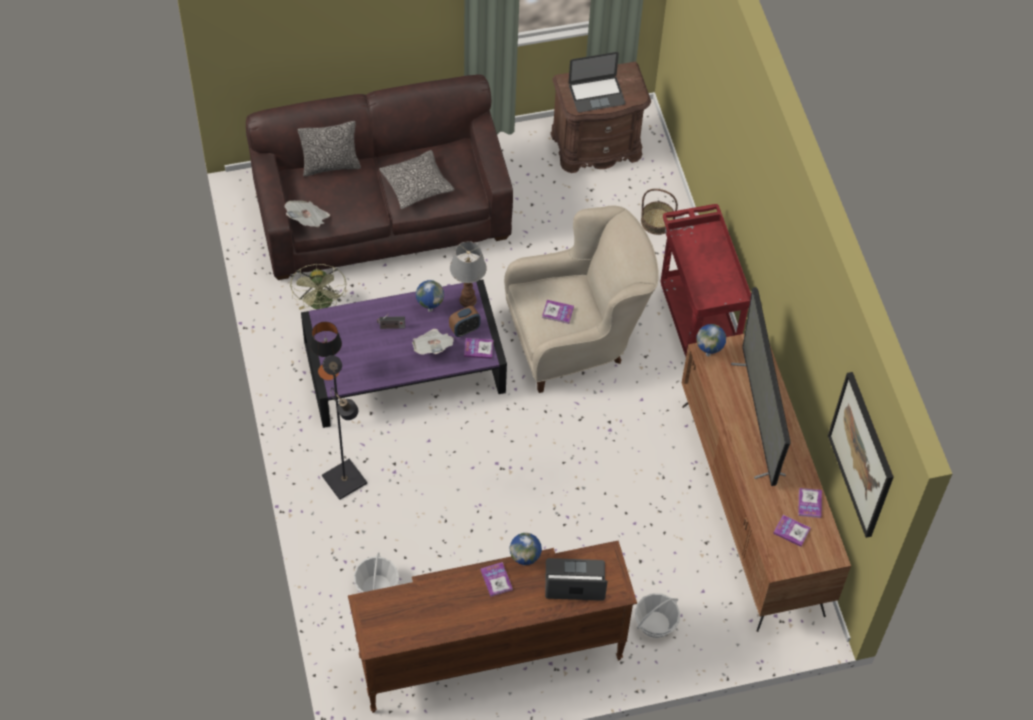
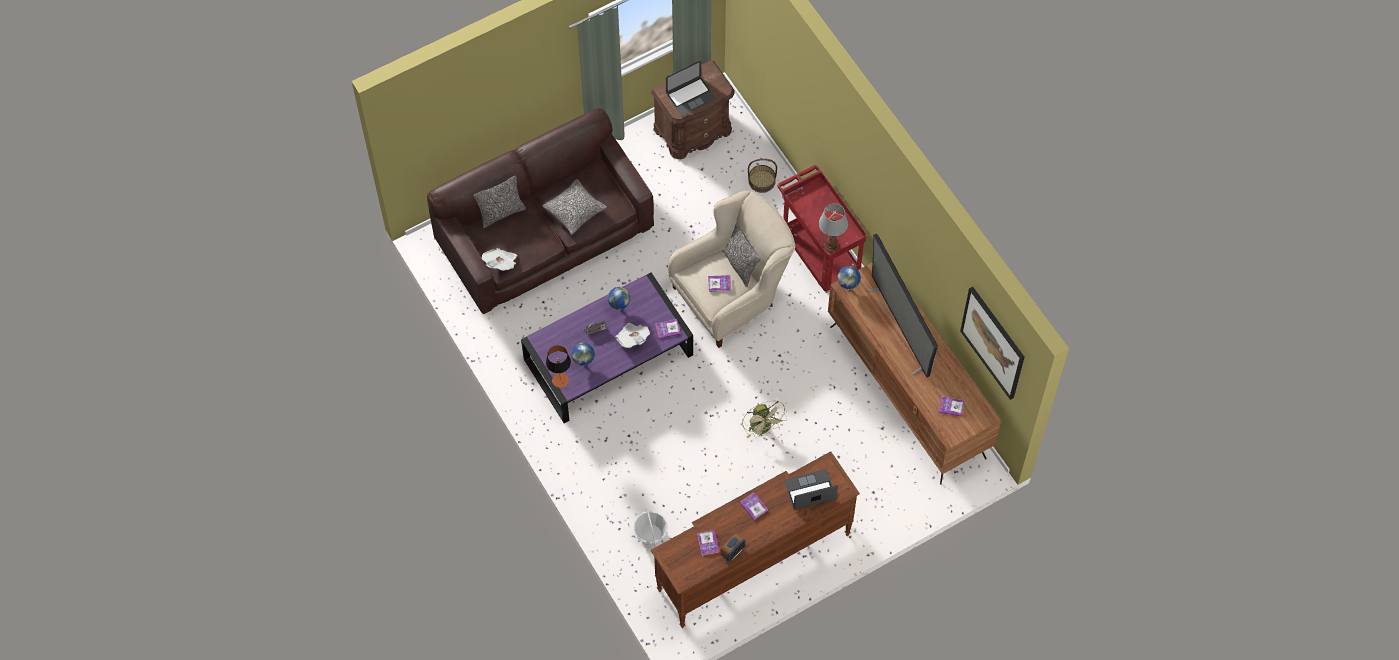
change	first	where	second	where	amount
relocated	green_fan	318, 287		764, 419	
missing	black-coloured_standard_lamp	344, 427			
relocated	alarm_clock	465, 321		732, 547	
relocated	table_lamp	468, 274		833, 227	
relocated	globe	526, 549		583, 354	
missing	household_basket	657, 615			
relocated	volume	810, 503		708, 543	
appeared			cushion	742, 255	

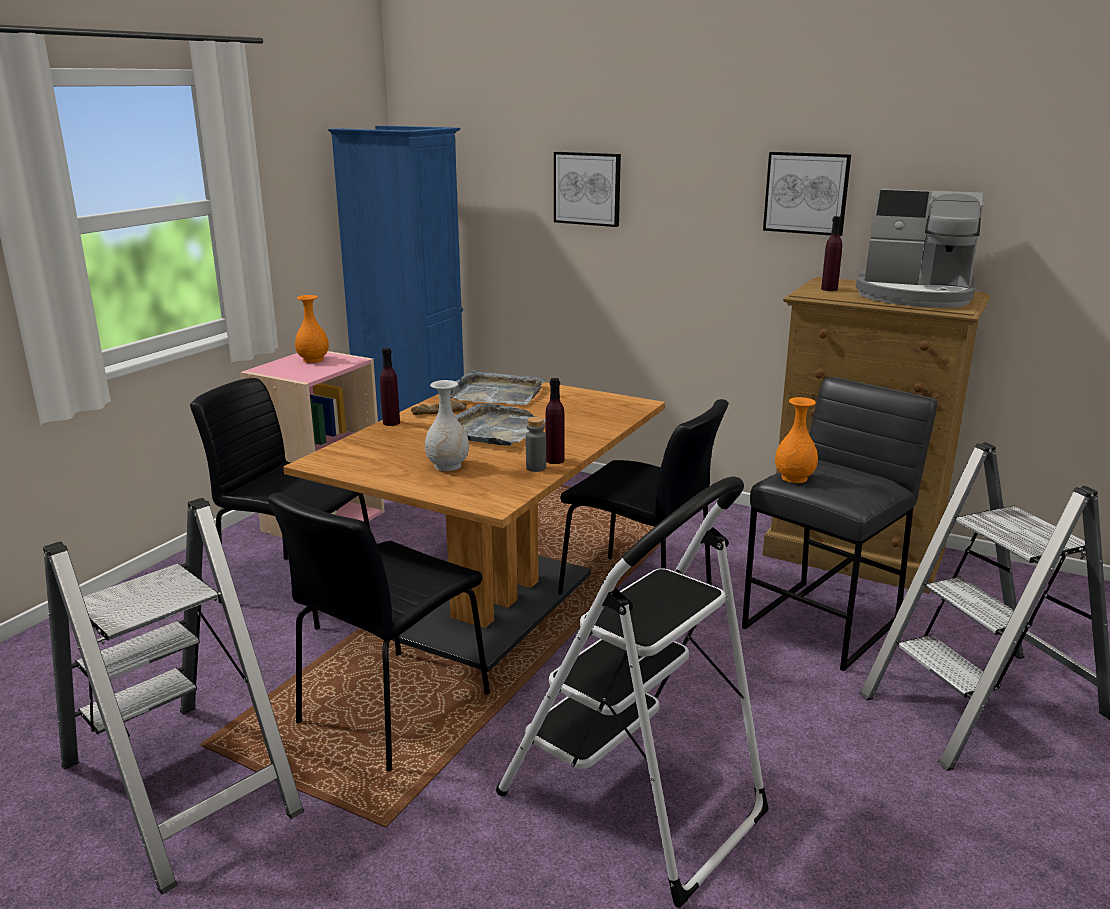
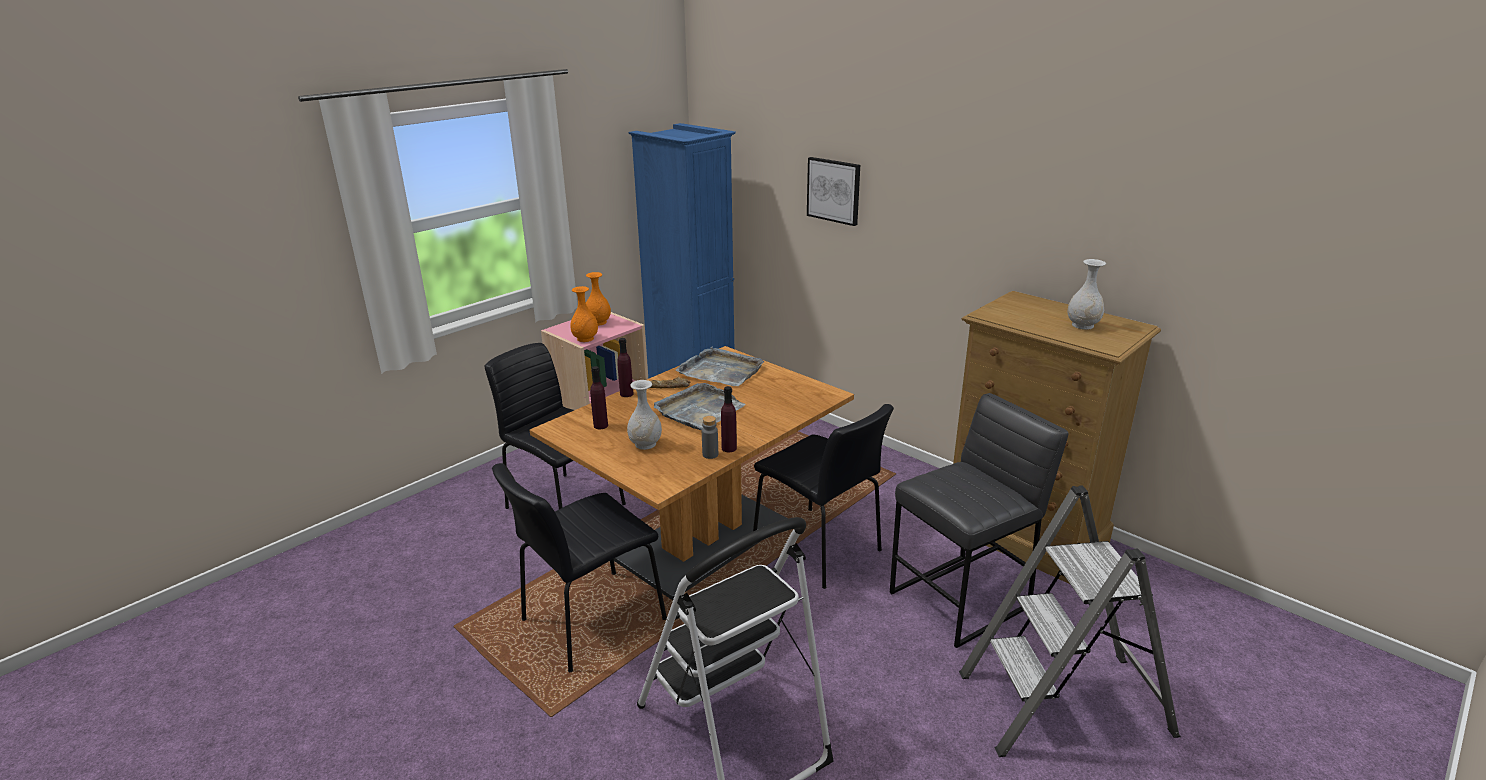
change	first	where	second	where	amount
missing	gray_step_stool	173, 696			
missing	wall_picture	807, 194			
relocated	orange-coloured_vase	796, 440		584, 314	
relocated	purplish_drink_bottle	831, 253		599, 397	
exchanged	coffee_machine	920, 248	whitish_vase	1087, 294	

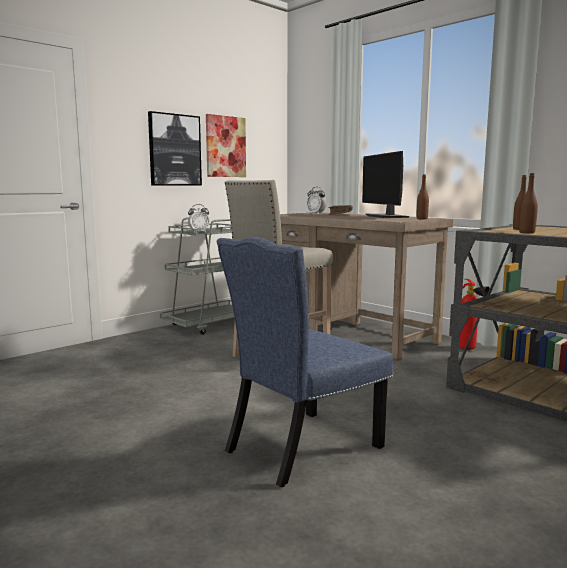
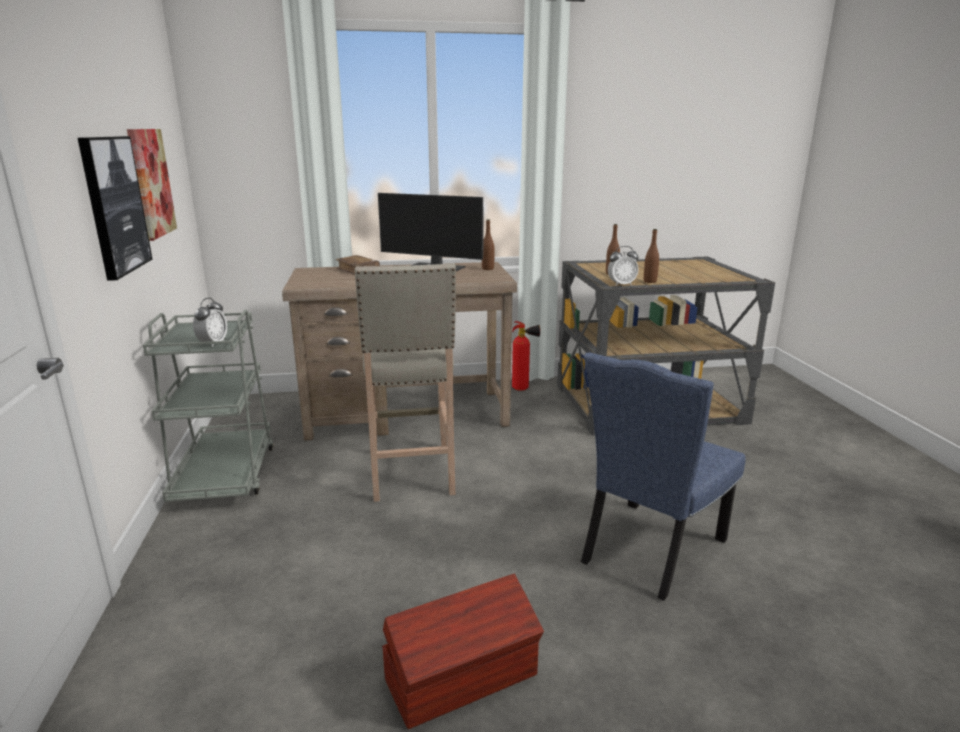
change	first	where	second	where	amount
spun	blue_upright_chair	305, 362		663, 476	45 degrees clockwise
relocated	alarm_clock	316, 200		623, 266	
appeared			brown-coloured_storage_box	463, 651	

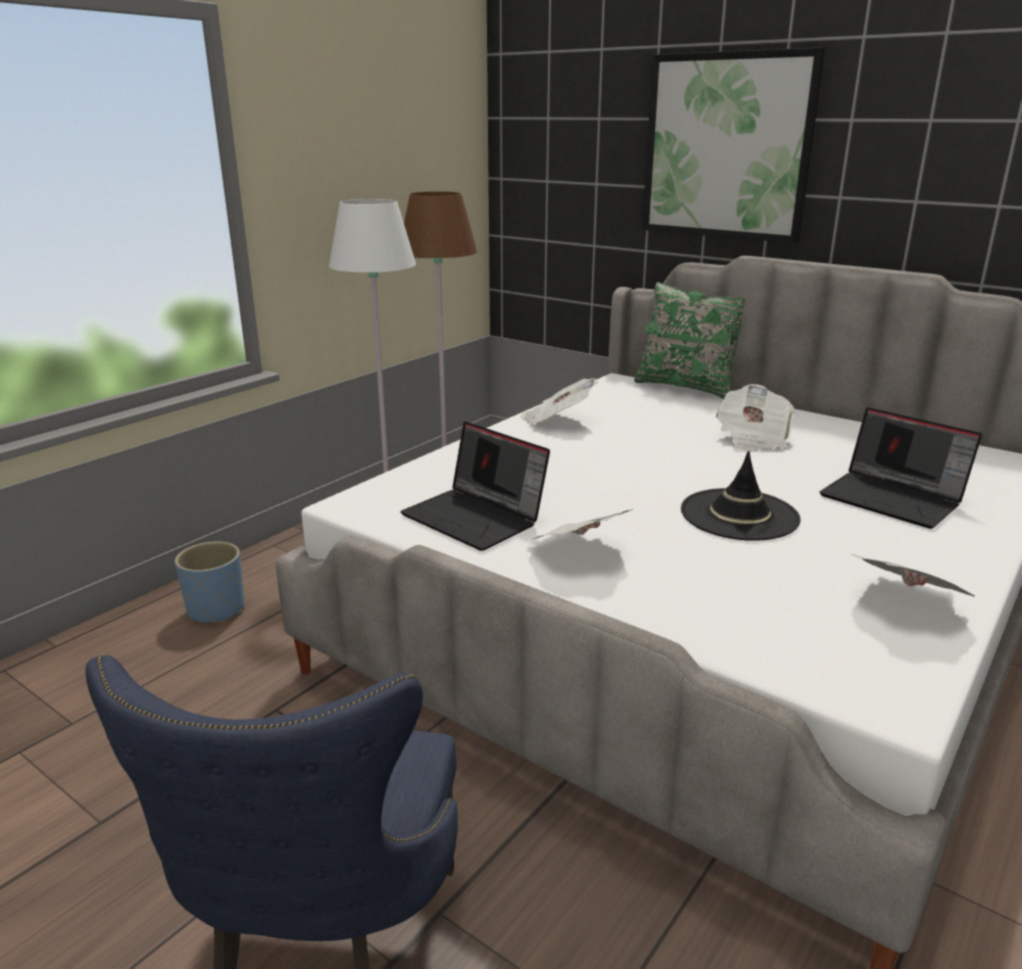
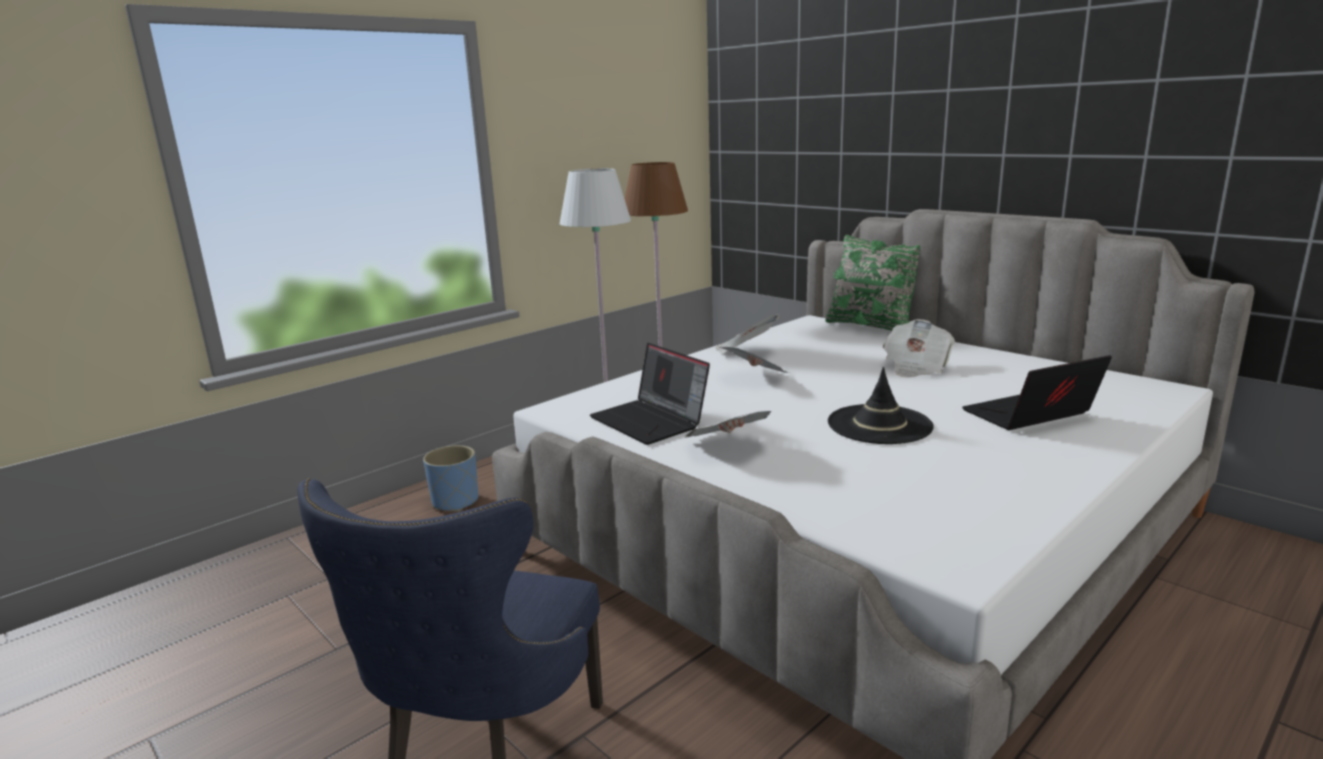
change	first	where	second	where	amount
missing	wall_picture	733, 145			
spun	laptop	900, 468		1037, 392	105 degrees clockwise
relocated	daily_paper	913, 575		754, 360	

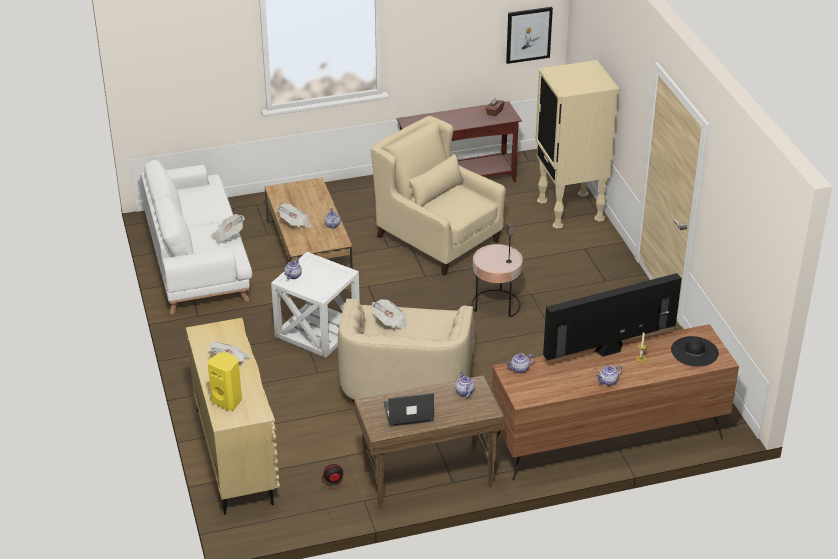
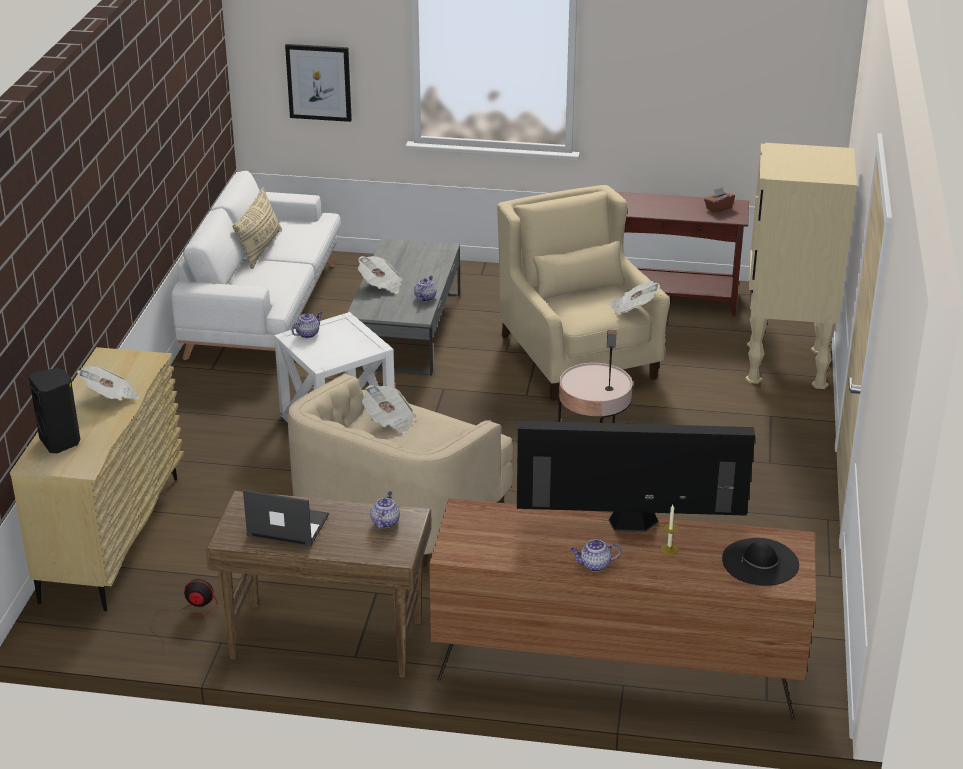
change	first	where	second	where	amount
colour	yellow-coloured_speaker	224, 381	black-coloured_speaker	54, 411	
relocated	daily_paper	227, 229		634, 297	
colour	brown-coloured_coffee_table	309, 223	gray_coffee_table	403, 307	
relocated	wall_picture	529, 35		318, 83	
missing	pot_for_tea	520, 363			
appeared			beige-coloured_cushion	257, 228	

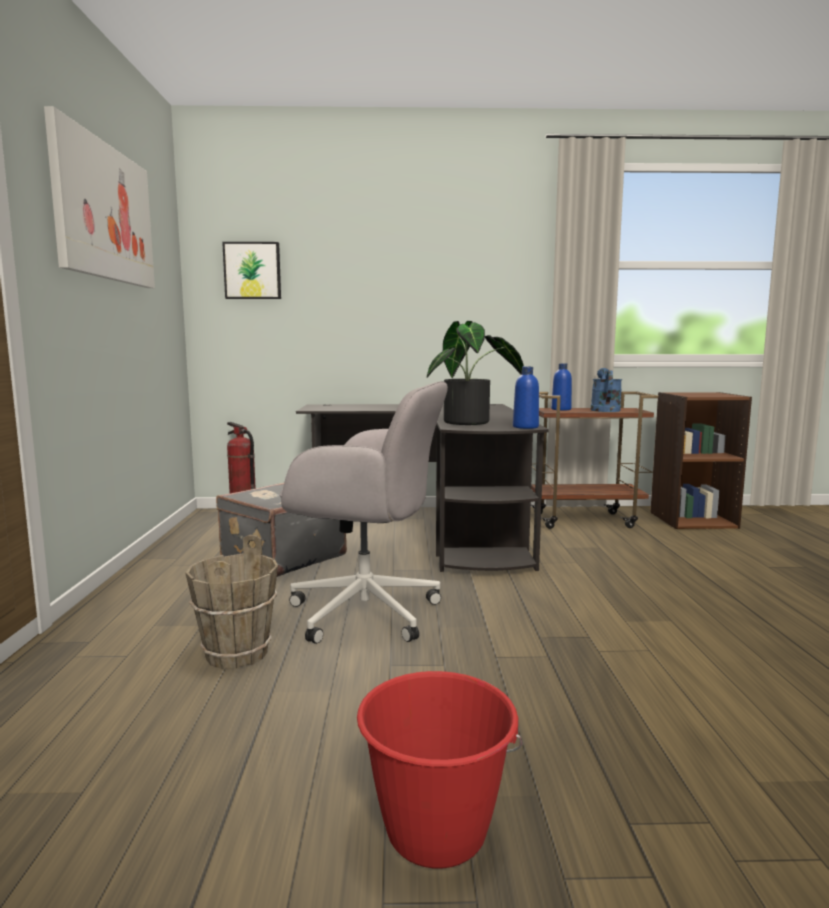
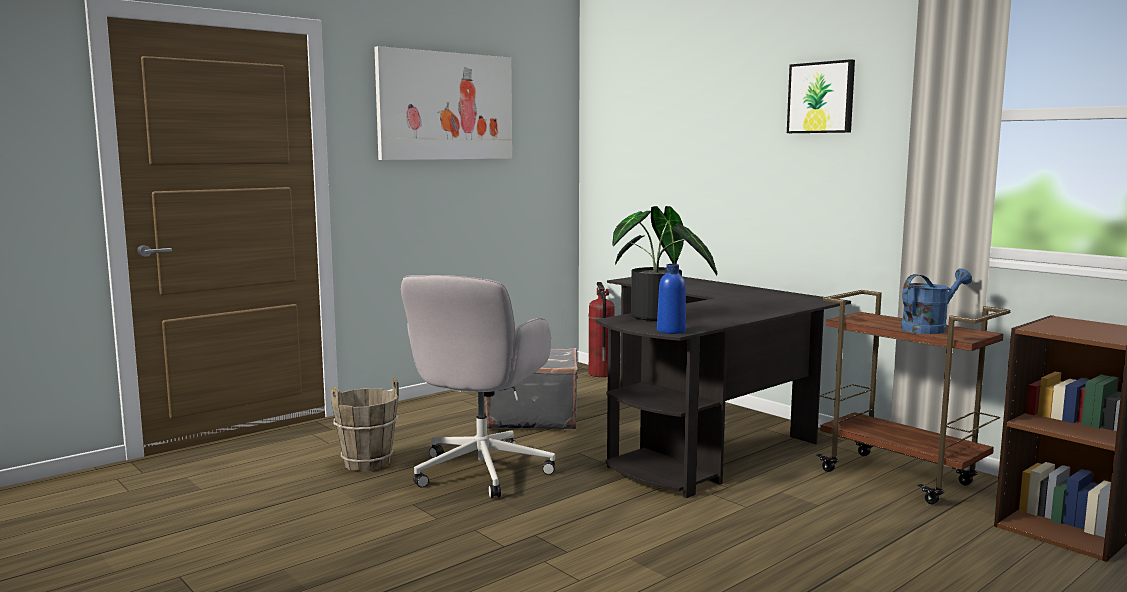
change	first	where	second	where	amount
relocated	wall_picture	251, 270		821, 96	
spun	gray_desk_chair	363, 512		478, 386	45 degrees clockwise
missing	red_water_bucket	439, 770			
missing	blue_drink_bottle	561, 386			

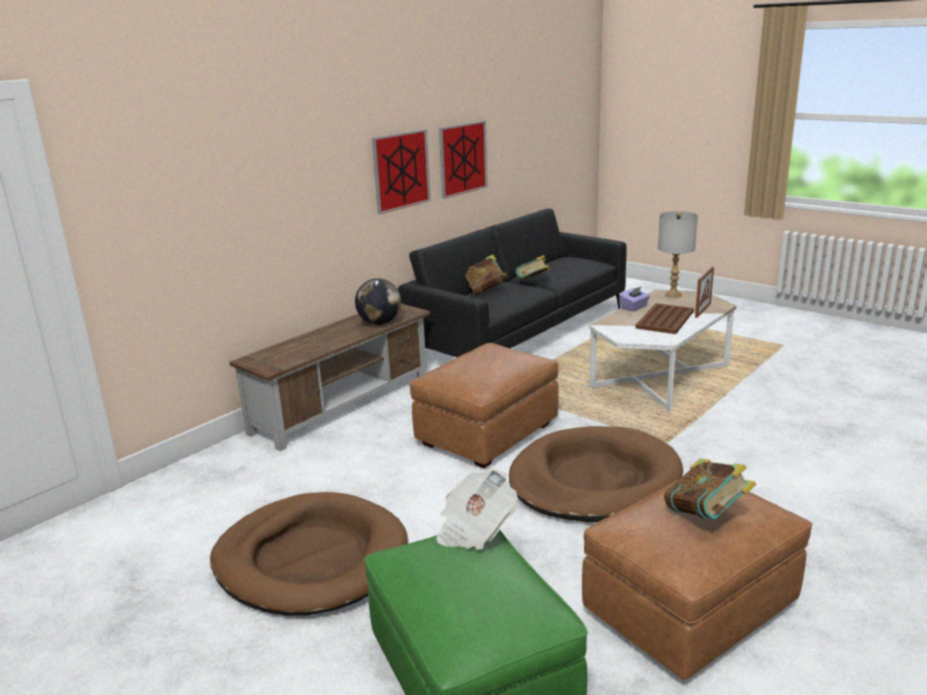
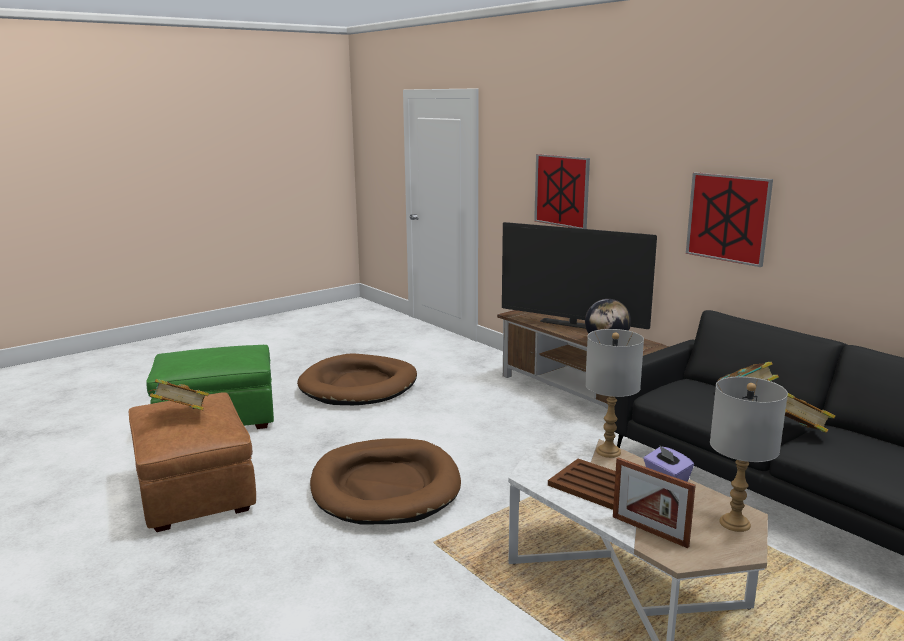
change	first	where	second	where	amount
missing	brown-coloured_ottoman	484, 405			
missing	daily_paper	477, 510			
relocated	wall_picture	463, 160		562, 191	
appeared			television	579, 275	
appeared			gray_table_lamp	614, 393	

